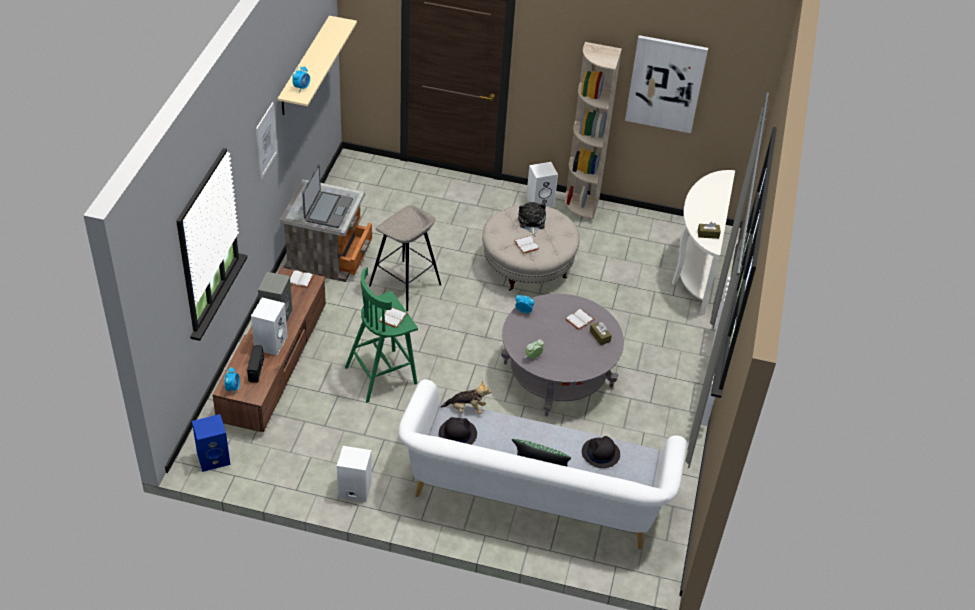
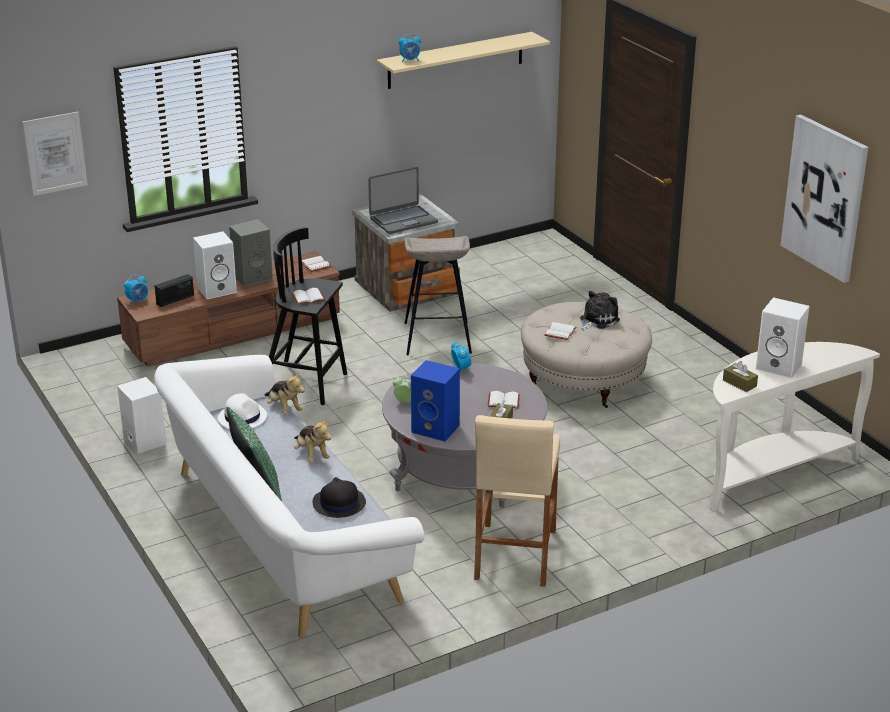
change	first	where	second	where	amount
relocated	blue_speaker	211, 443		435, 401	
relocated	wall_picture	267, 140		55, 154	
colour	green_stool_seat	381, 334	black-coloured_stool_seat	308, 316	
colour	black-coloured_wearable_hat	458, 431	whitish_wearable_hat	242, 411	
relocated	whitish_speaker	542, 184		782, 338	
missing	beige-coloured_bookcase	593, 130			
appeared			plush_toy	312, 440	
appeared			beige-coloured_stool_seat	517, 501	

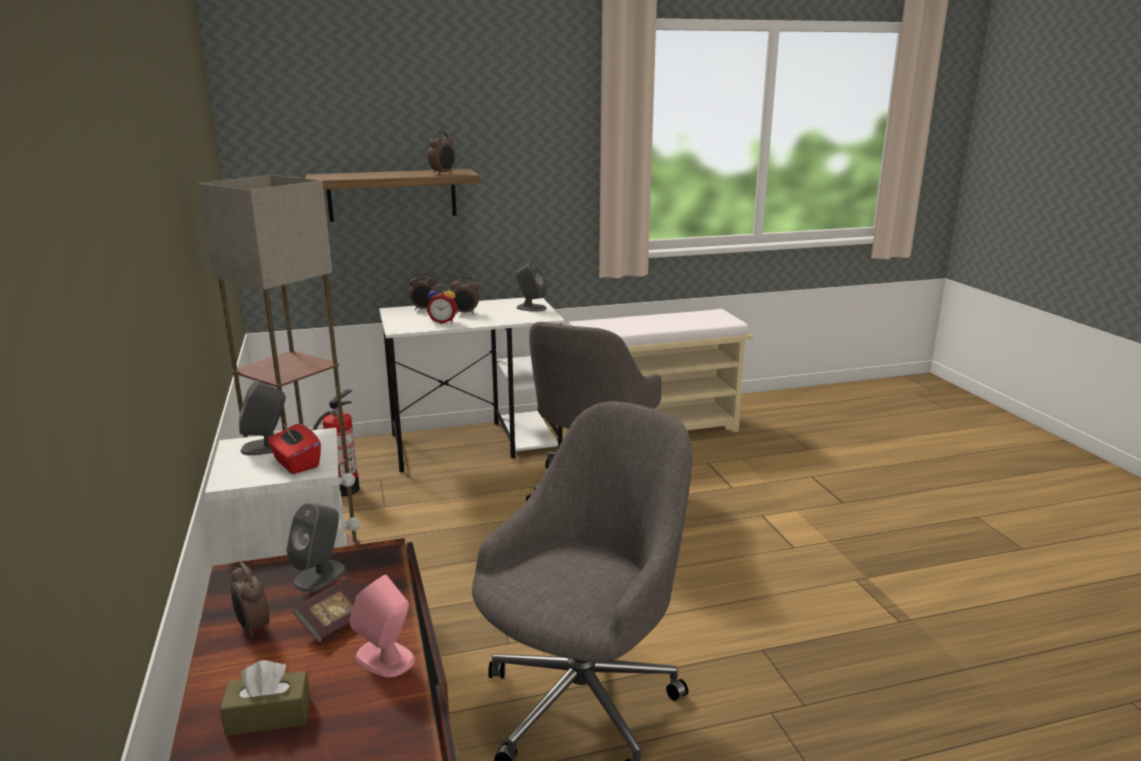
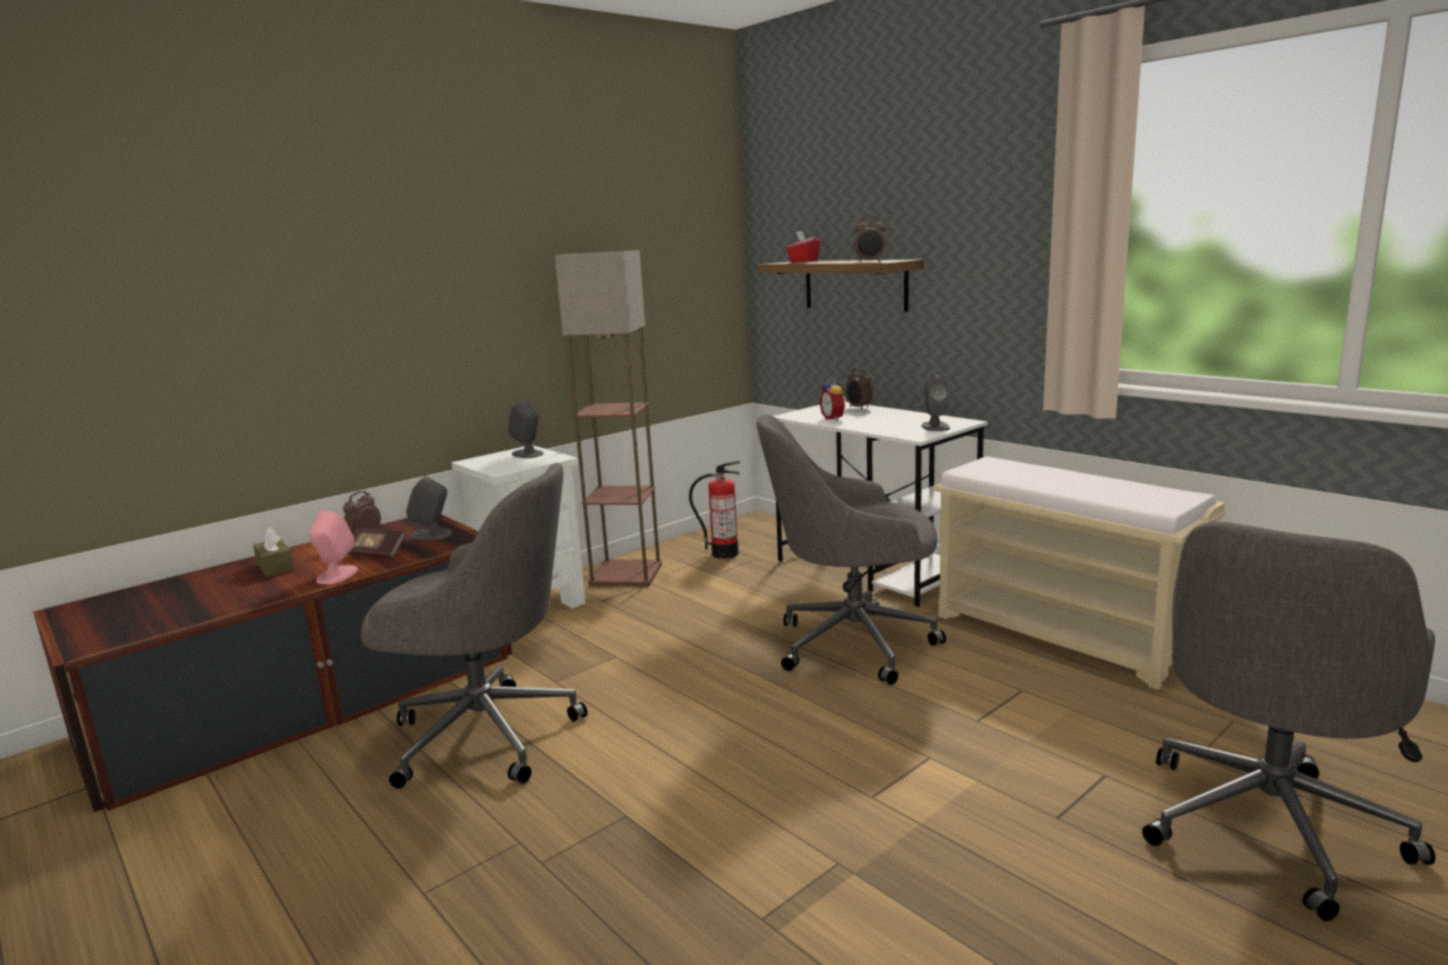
change	first	where	second	where	amount
relocated	red_tissue_box	294, 448		803, 246	
missing	alarm_clock	465, 295			
appeared			gray_desk_chair	1288, 721	

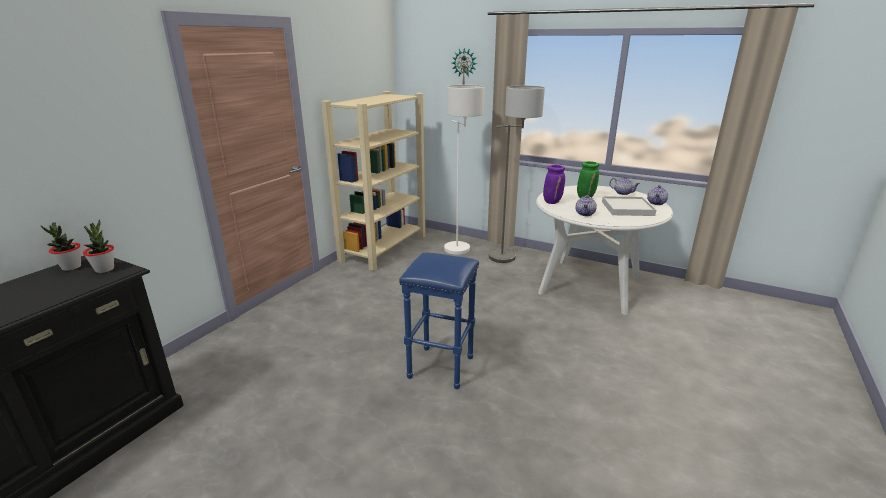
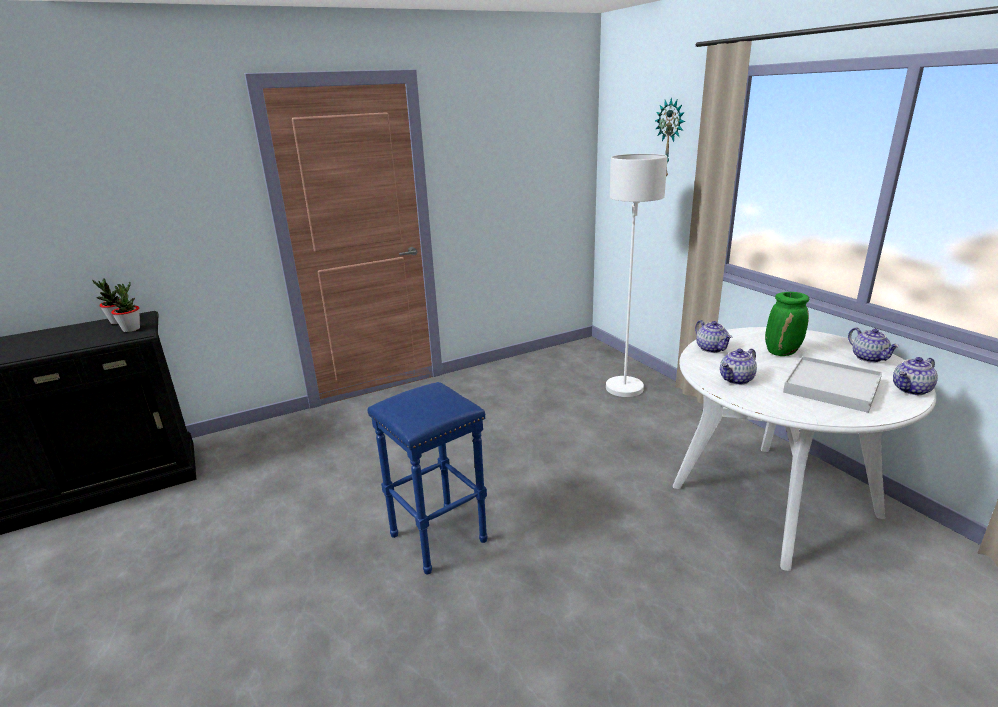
change	first	where	second	where	amount
missing	beige-coloured_bookcase	373, 181			
missing	gray_standard_lamp	517, 174			
exchanged	purplish_vase	554, 184	pot_for_tea	713, 336	

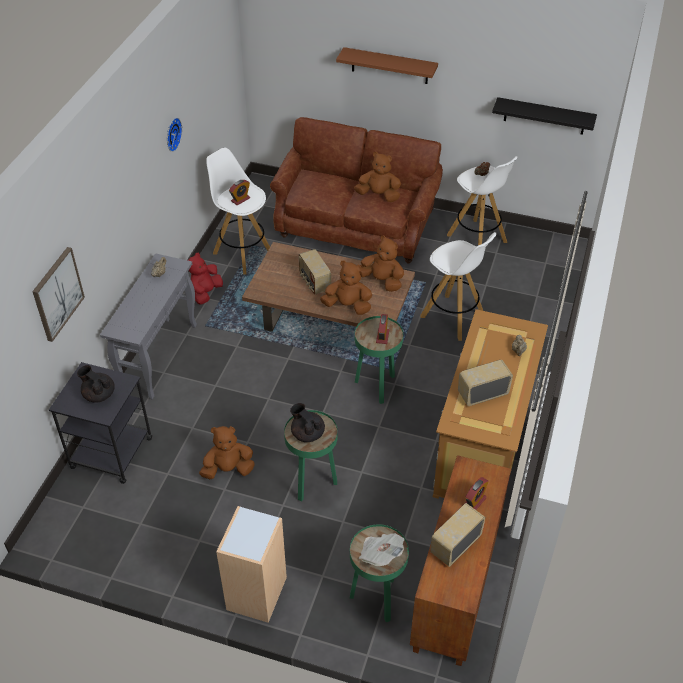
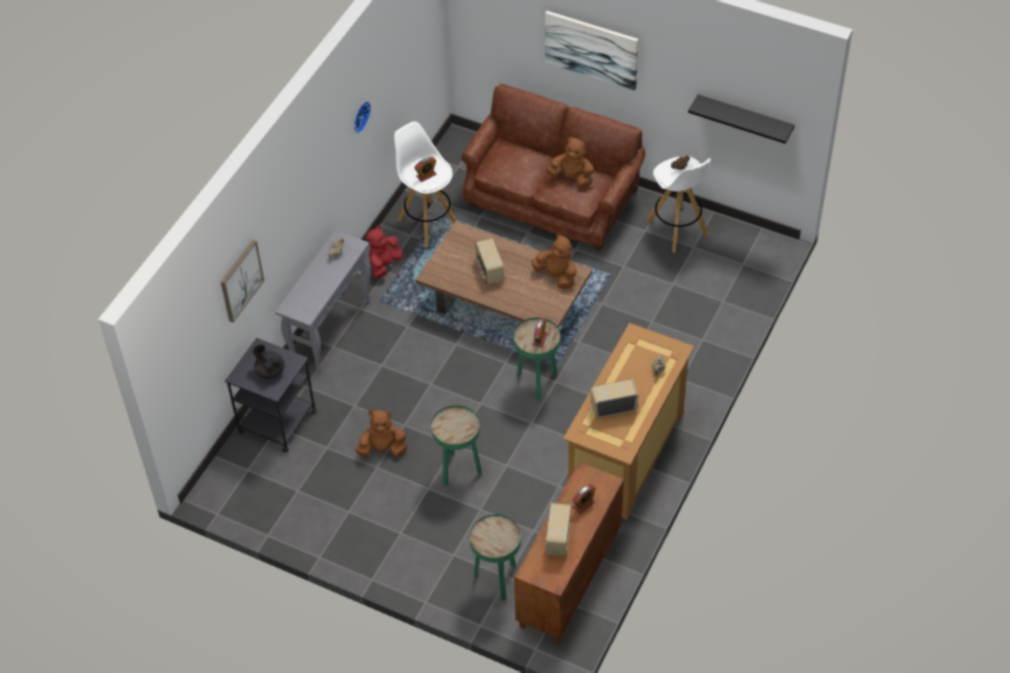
change	first	where	second	where	amount
missing	bookcase	251, 564			
missing	black-coloured_pot_for_tea	307, 422			
missing	brown-coloured_plush_toy	346, 287			
exchanged	brown-coloured_wall_shelf	387, 65	wall_picture	591, 51	
missing	daily_paper	382, 549			
missing	whitish_stool_seat	458, 286			
spun	radio_set	457, 535		557, 530	45 degrees counterclockwise

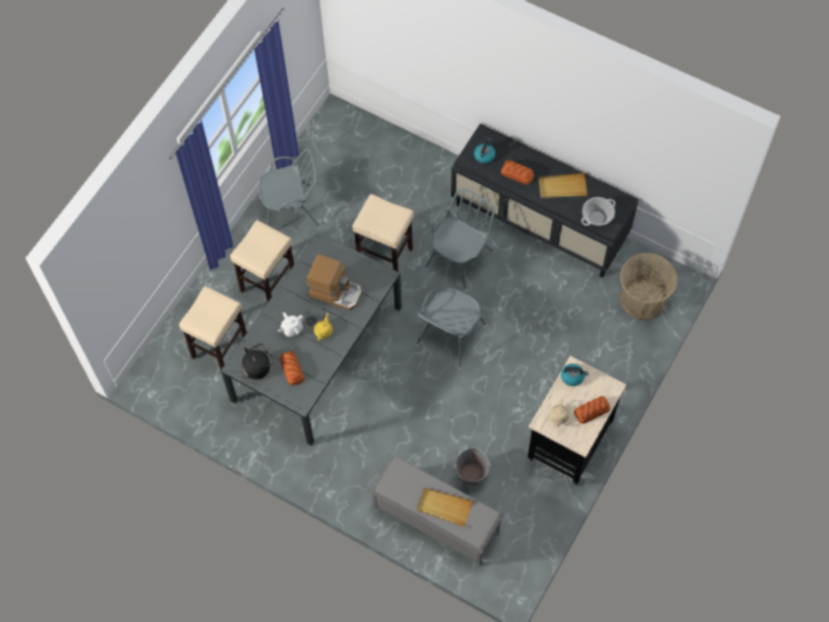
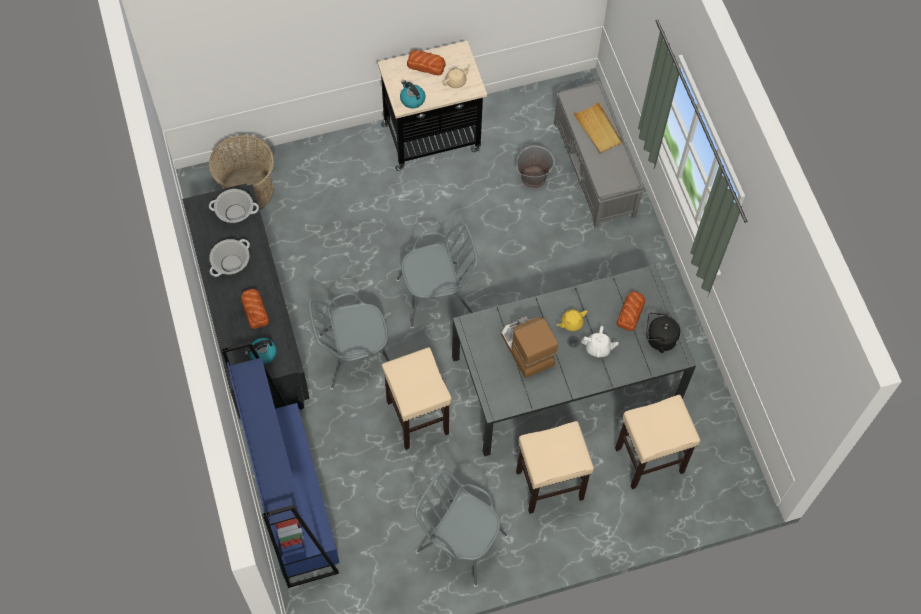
change	first	where	second	where	amount
exchanged	beige-coloured_carrying_tray	563, 186	stockpot	229, 258	
appeared			blue_bookcase	280, 464	

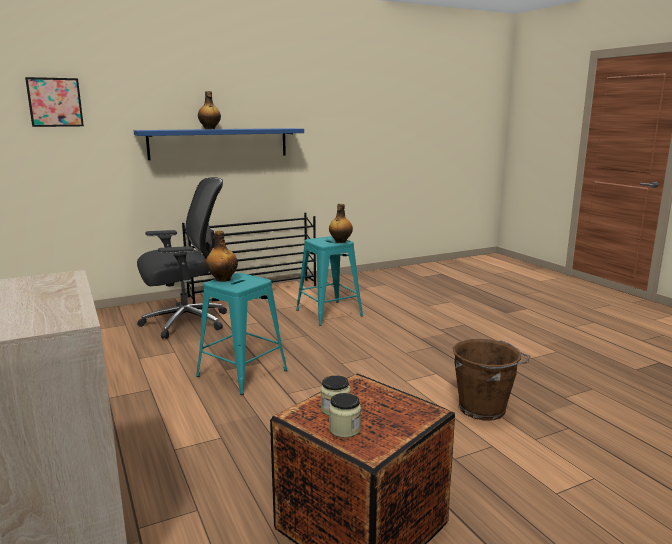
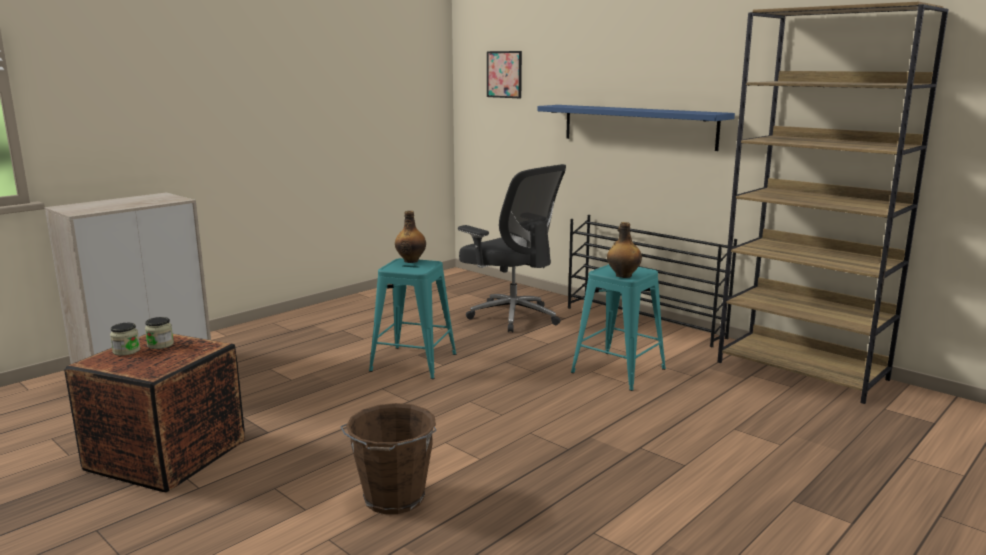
change	first	where	second	where	amount
missing	drink_bottle	209, 110			
appeared			brown-coloured_bookcase	833, 202	

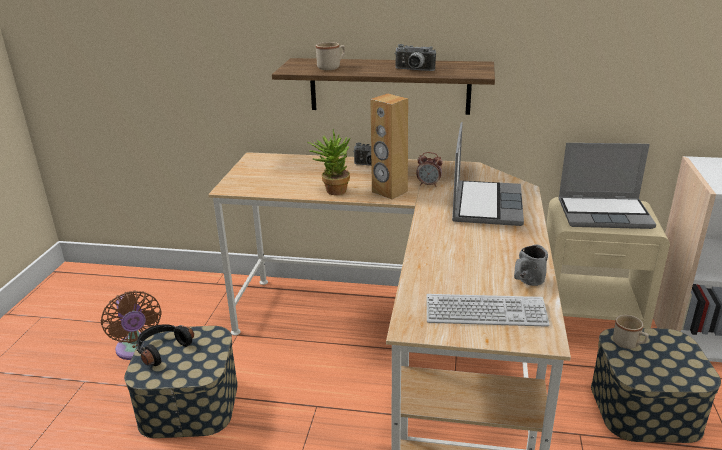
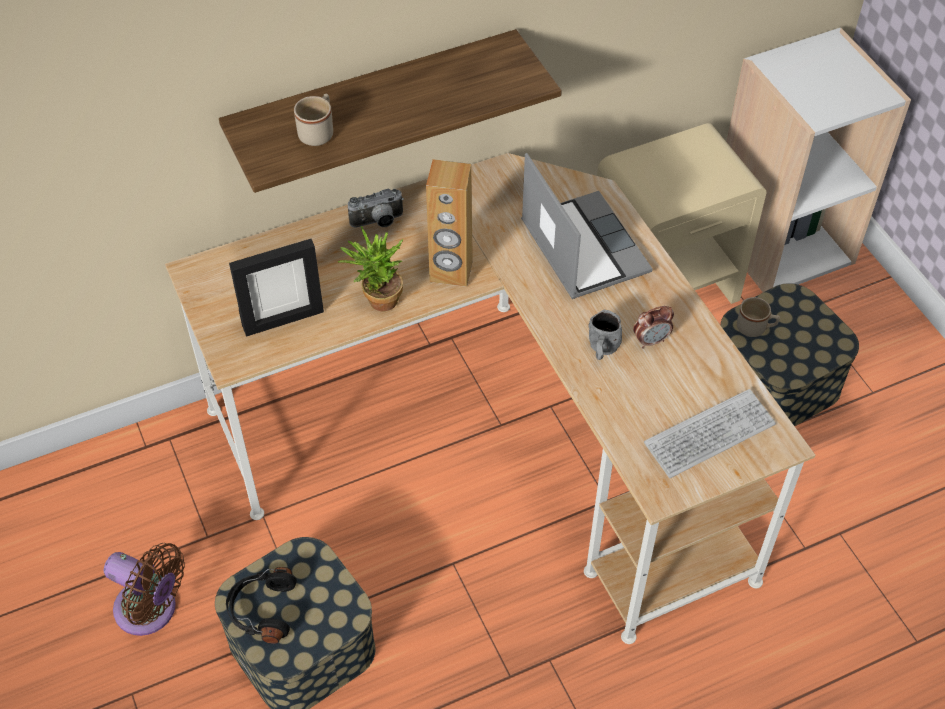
change	first	where	second	where	amount
missing	still_camera	415, 57			
relocated	alarm_clock	429, 169		653, 327	
relocated	gray_coffee_mug	531, 265		605, 335	
missing	laptop	607, 186			
appeared			picture_frame	276, 288	

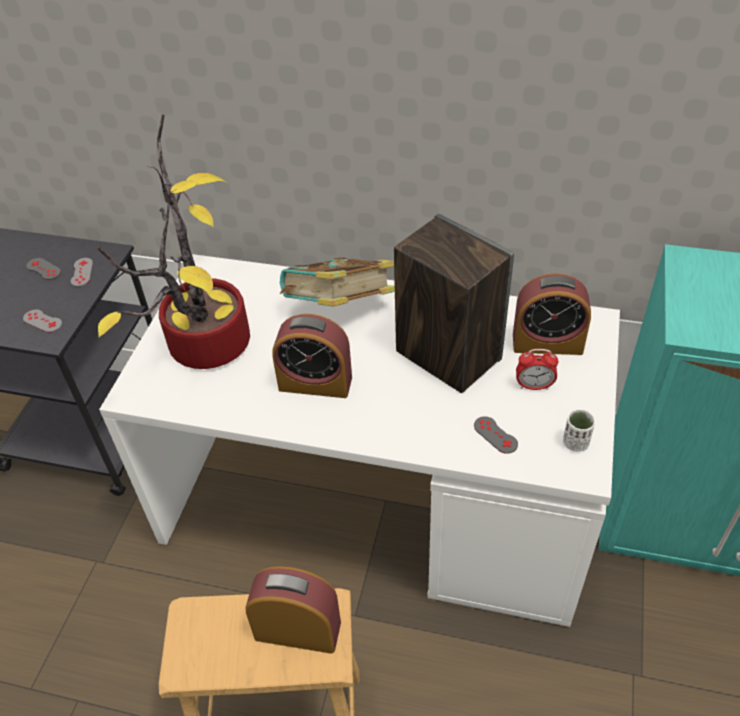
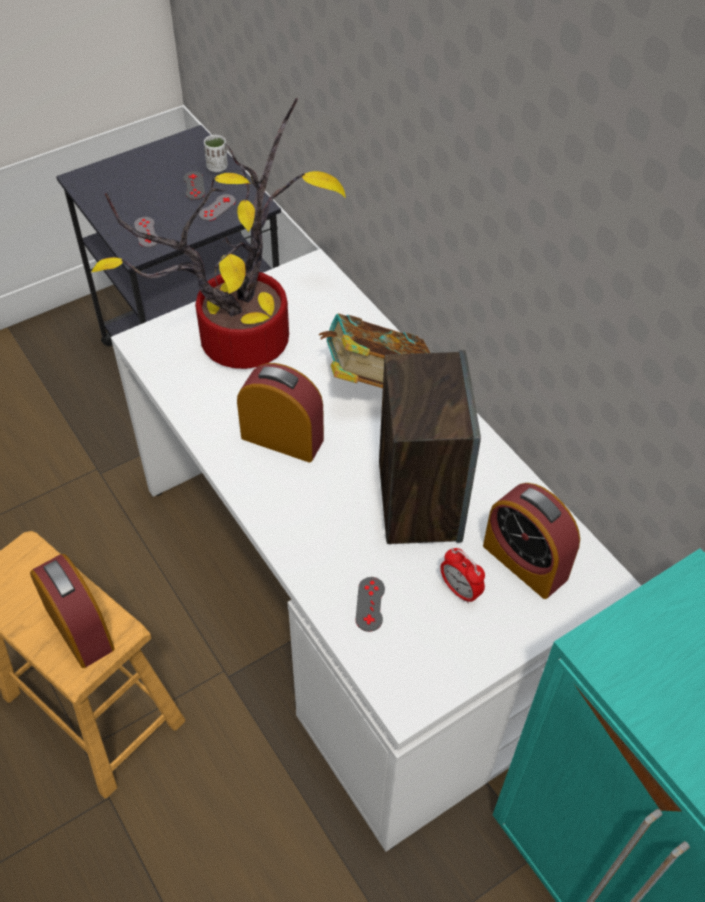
change	first	where	second	where	amount
spun	alarm_clock	312, 356		280, 412	150 degrees clockwise
relocated	whitish_cup	579, 430		216, 153	

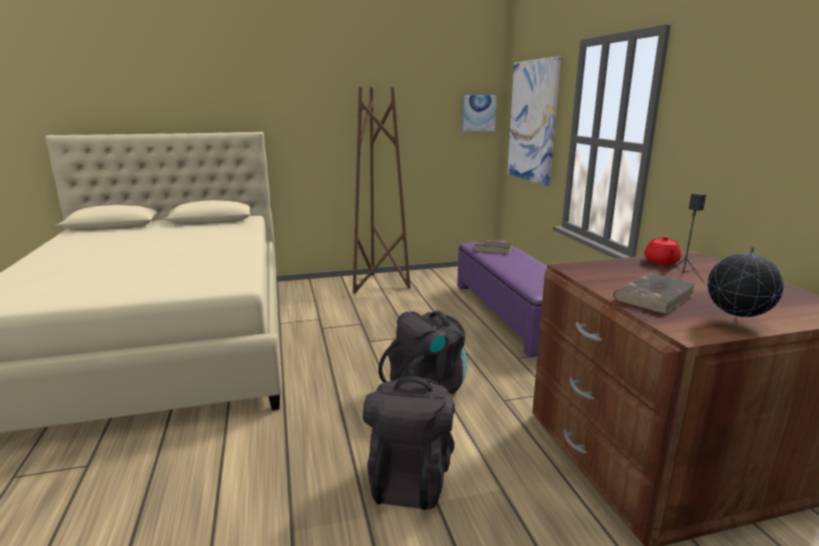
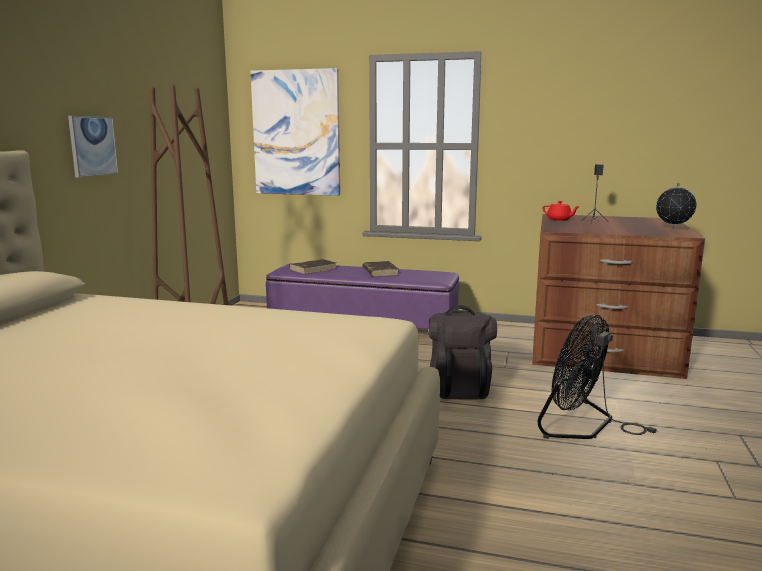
change	first	where	second	where	amount
exchanged	black-coloured_backpack	409, 443	black-coloured_fan	598, 377	
relocated	wall_picture	479, 113		93, 147	
relocated	brown-coloured_volume	654, 293		380, 269	

